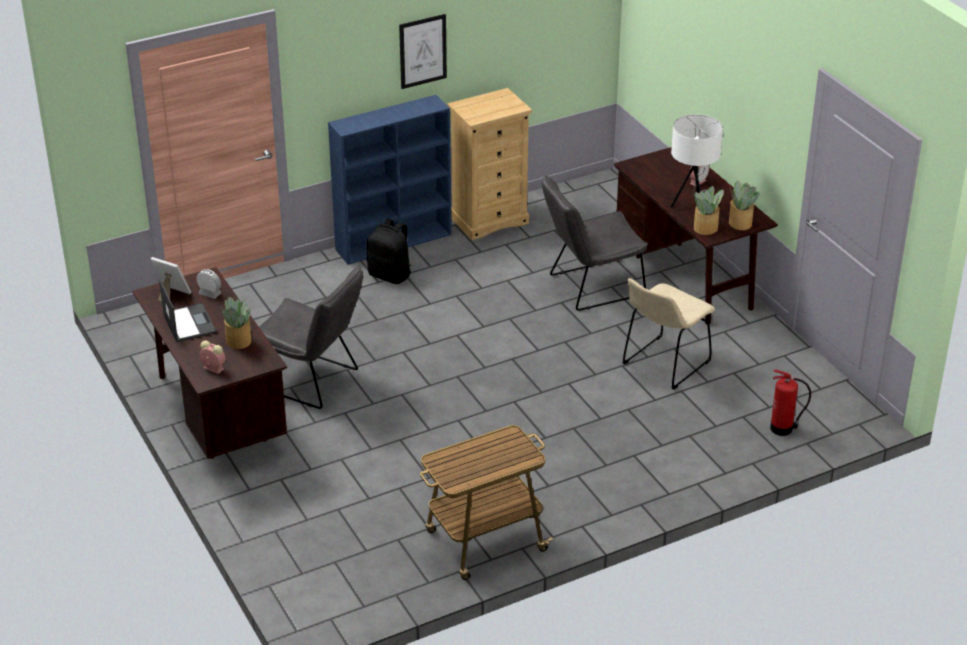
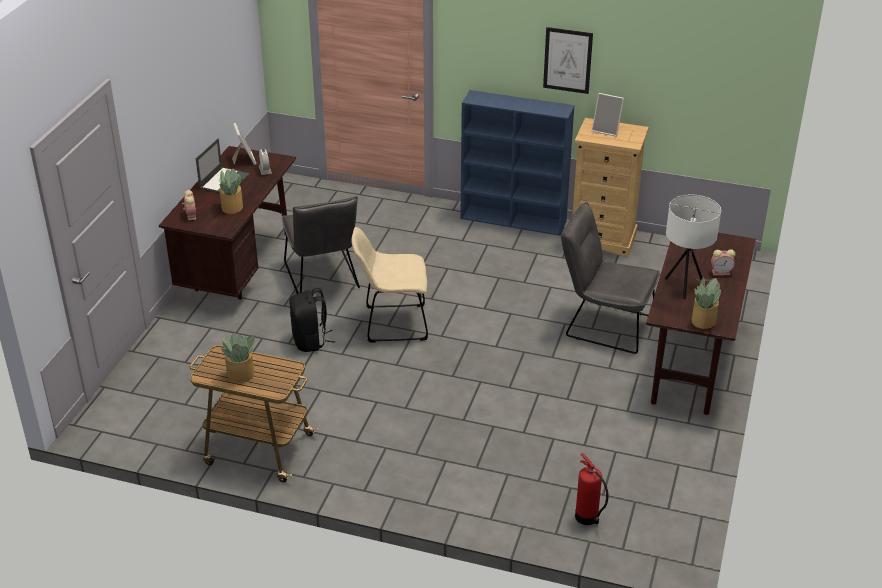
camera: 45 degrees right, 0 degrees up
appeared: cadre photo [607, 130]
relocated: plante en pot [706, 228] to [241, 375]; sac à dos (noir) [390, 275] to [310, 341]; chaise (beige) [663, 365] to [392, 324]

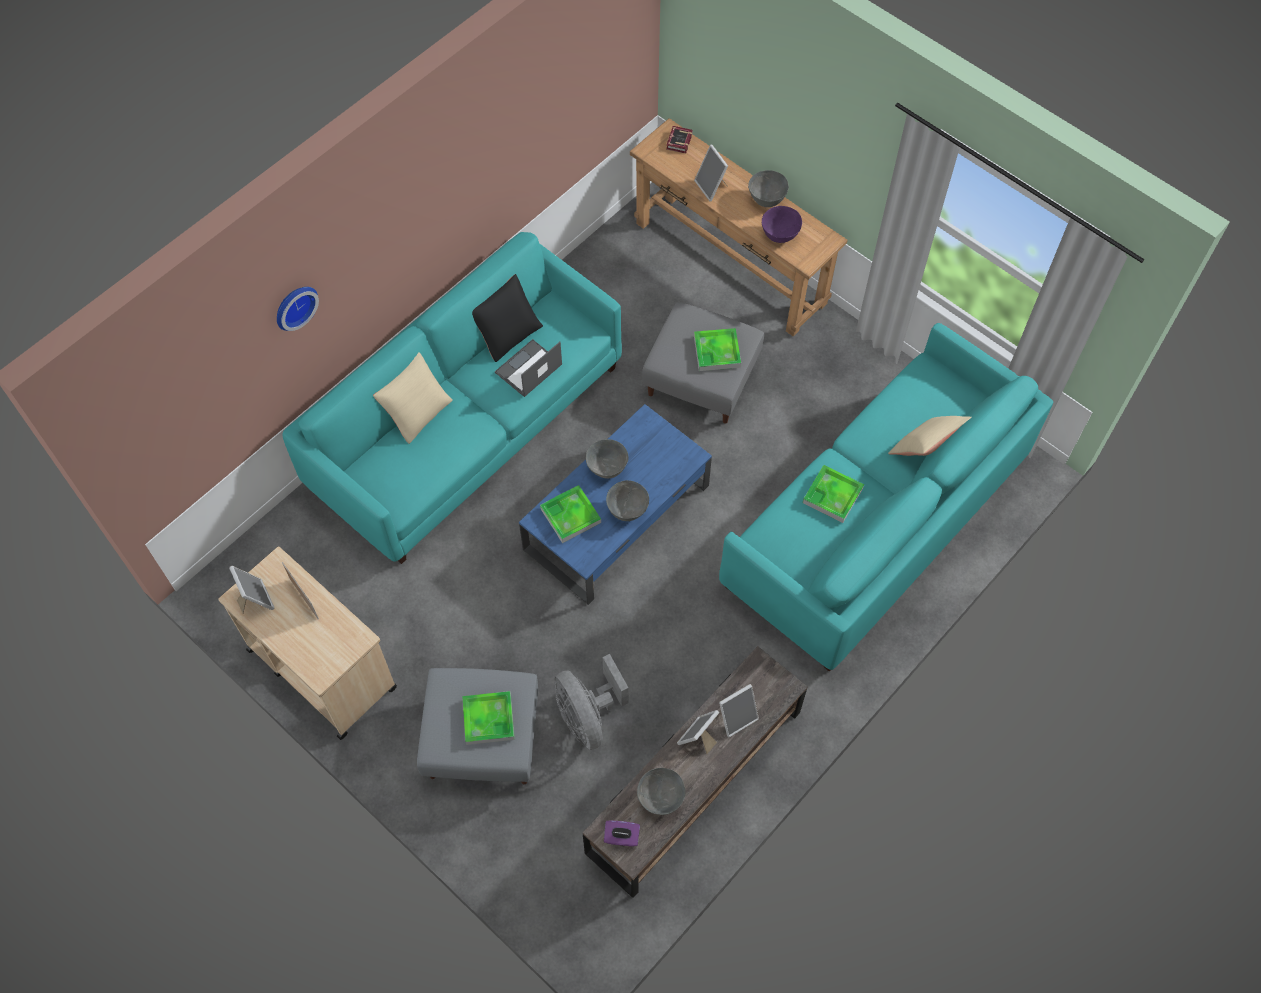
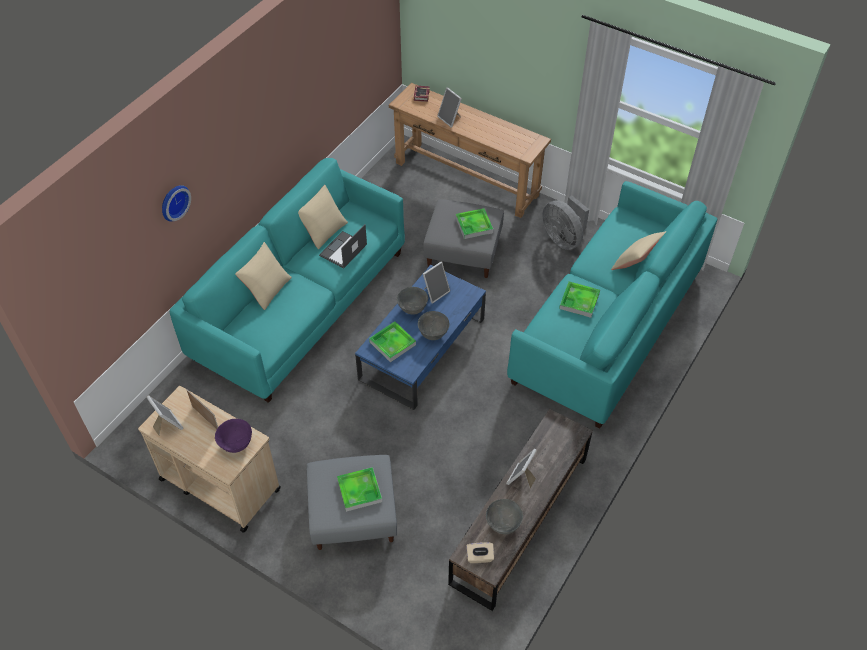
camera: 10 degrees left, 10 degrees down
missing: bol (gris) [766, 200]
relocated: bol (violet) [779, 235] to [236, 444]; ventilateur (gris) [588, 716] to [563, 239]; cadre photo [736, 717] to [435, 292]
colour: coussin (noir) [507, 333] to coussin (beige) [323, 230]; boîte à mouchoirs (violet) [621, 837] to boîte à mouchoirs (beige) [479, 557]

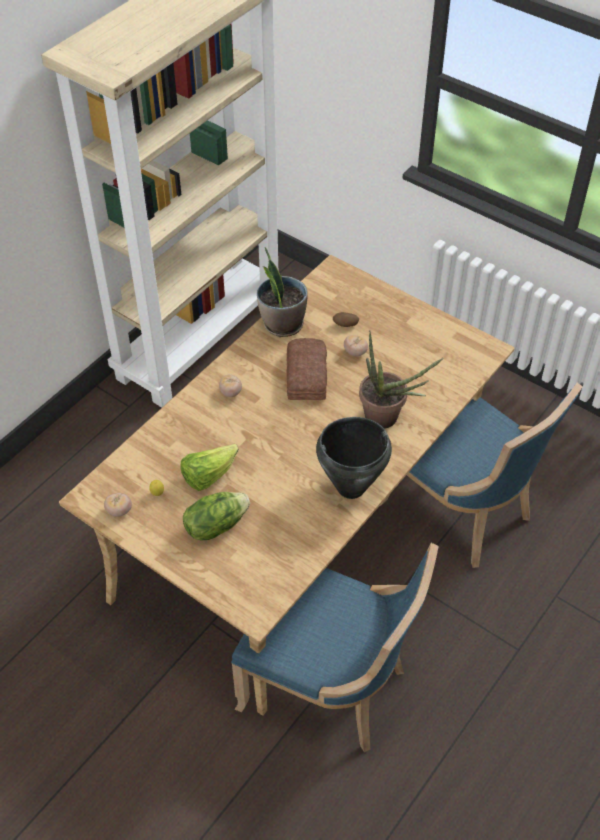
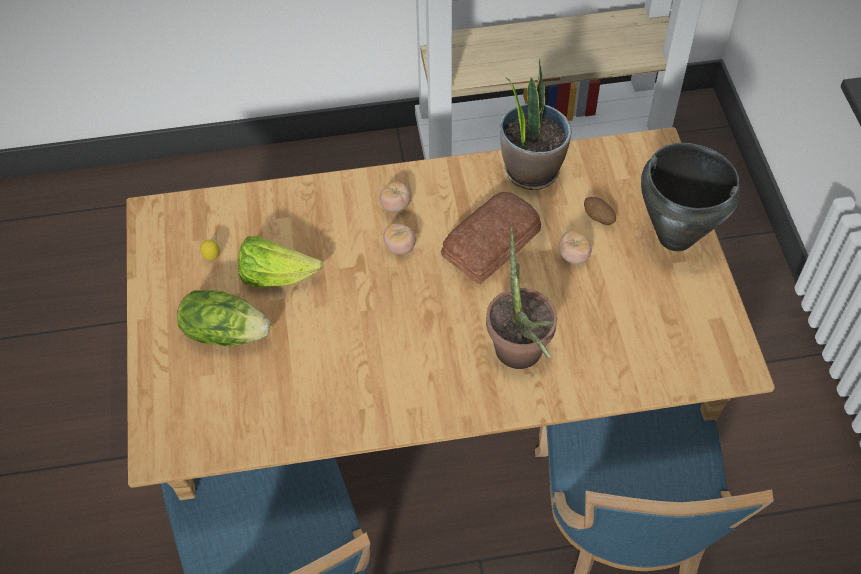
camera: 45 degrees right, 5 degrees up
relocated: marmite (noir) [350, 487] to [675, 236]; tomate [119, 511] to [400, 247]

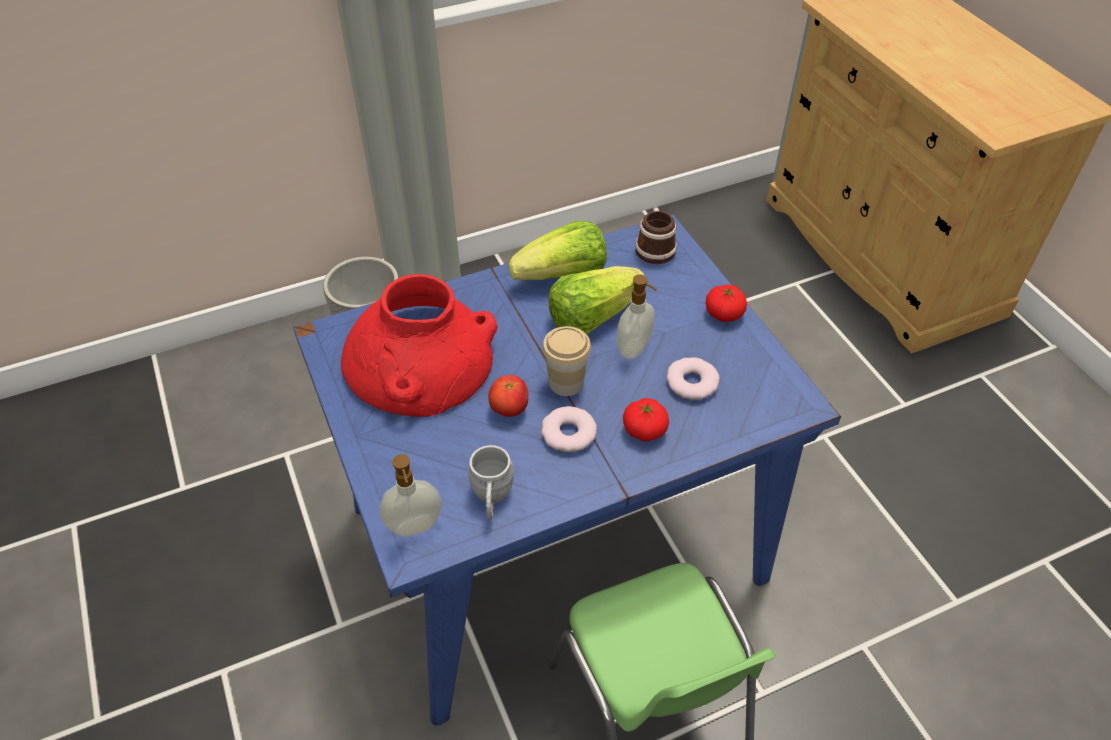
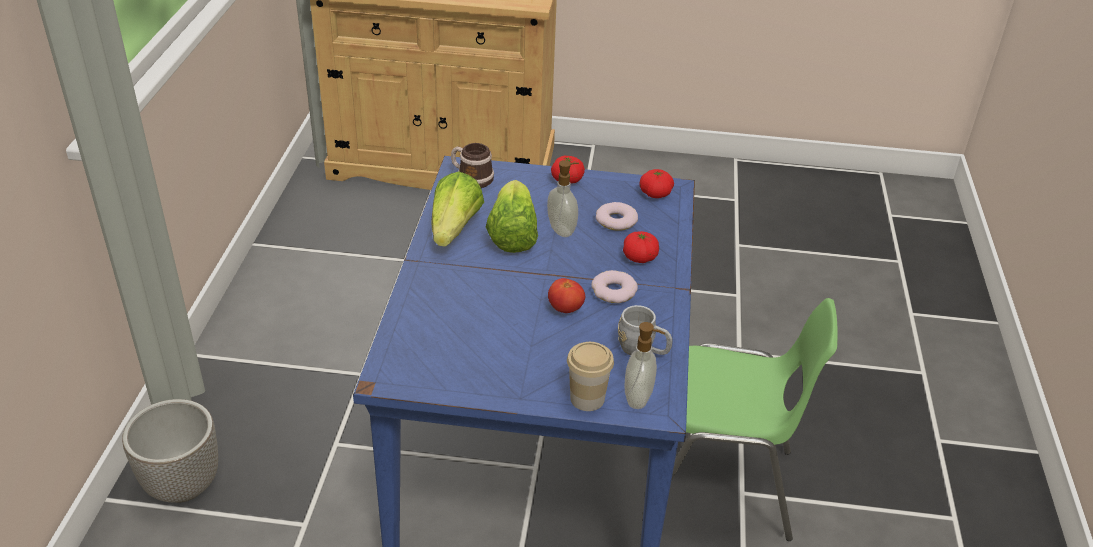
camera: 60 degrees left, 10 degrees down
missing: vase (rouge) [420, 359]
appeared: tomate [655, 194]
relocated: tasse [566, 382] to [587, 398]

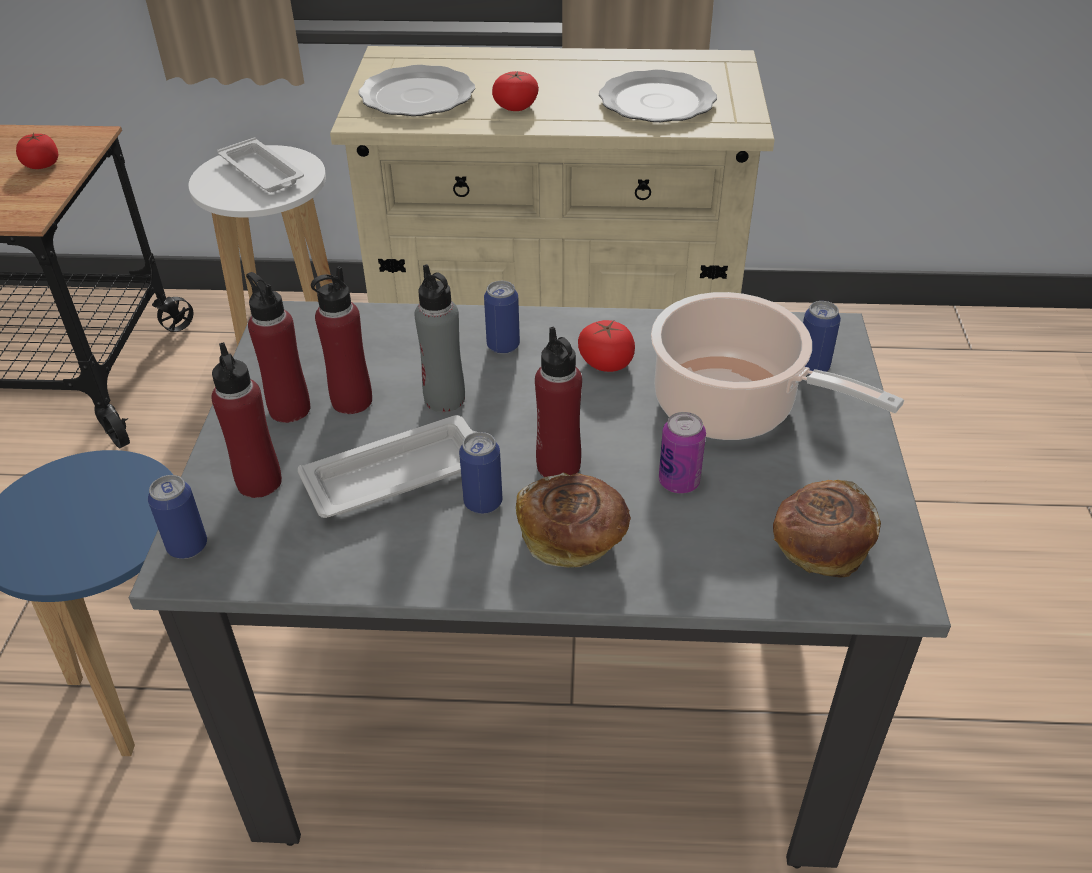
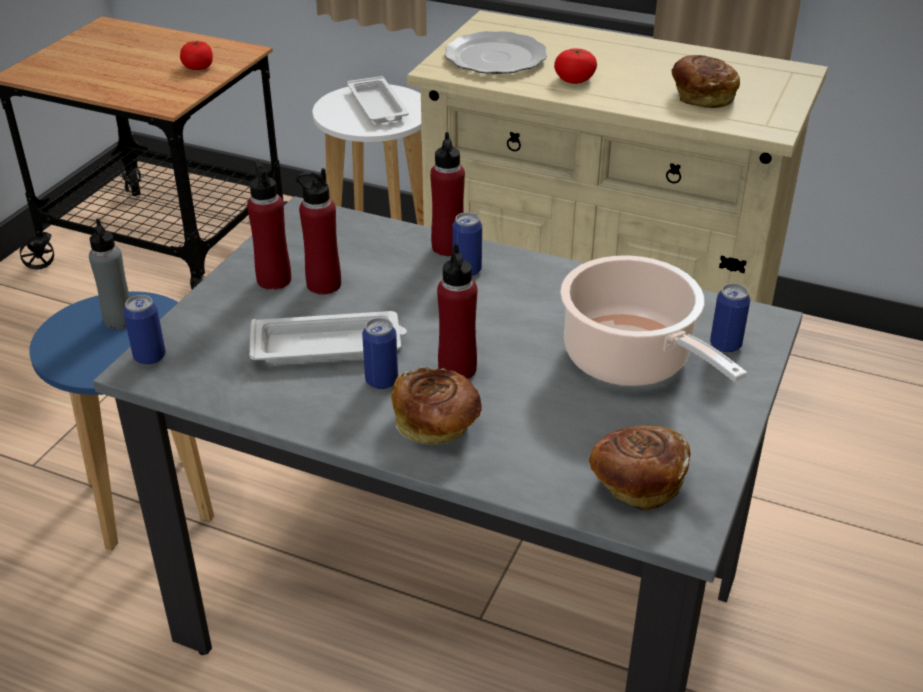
camera: 20 degrees right, 5 degrees down
missing: tomate [606, 362]; boîte métallique [679, 482]
relocated: bouteille (gris) [444, 399] to [119, 320]; bouteille (rouge) [259, 482] to [448, 247]
exchanged: assiette [655, 102] to pain [702, 96]

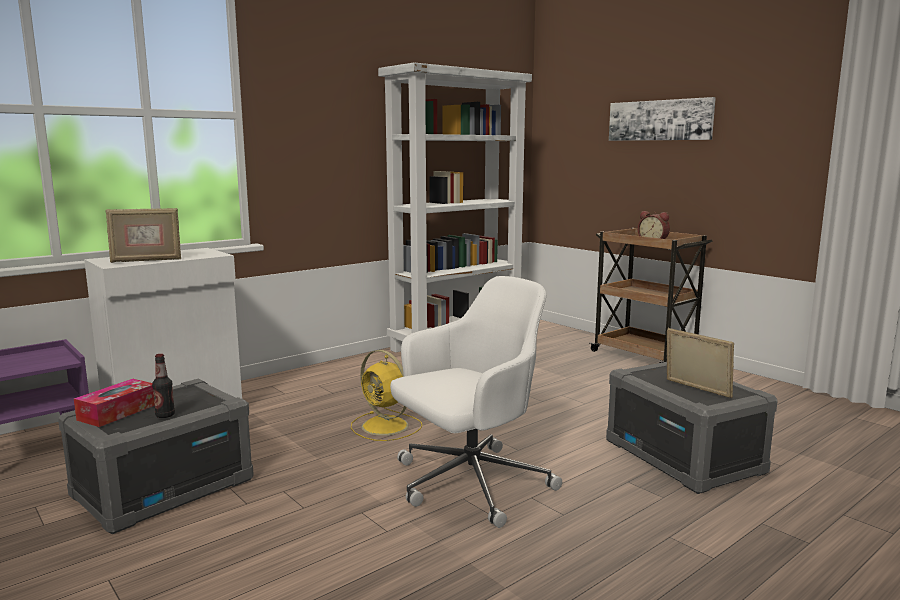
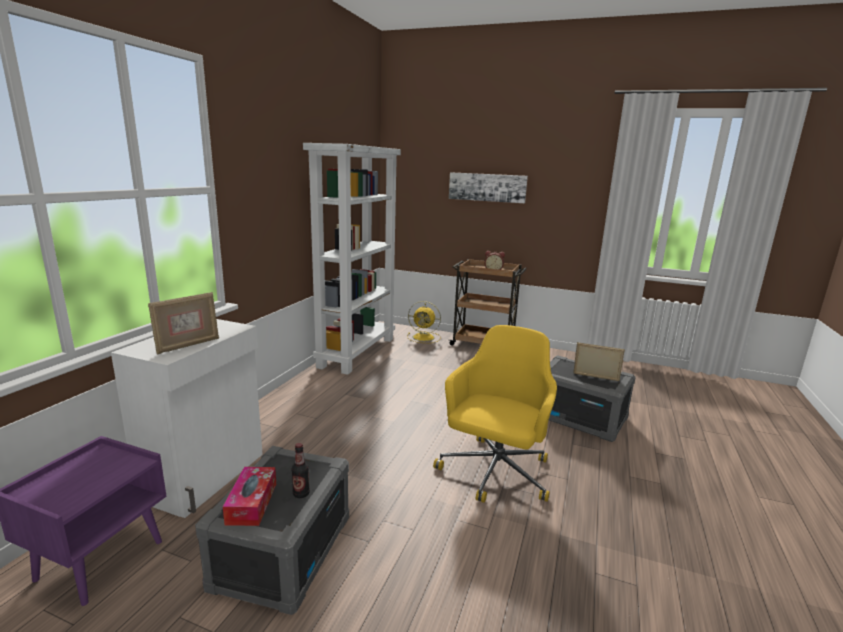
camera: 30 degrees left, 5 degrees up
relocated: ventilateur (jaune) [386, 427] to [424, 337]
colour: chaise de bureau (blanc) [469, 484] to chaise de bureau (jaune) [494, 473]

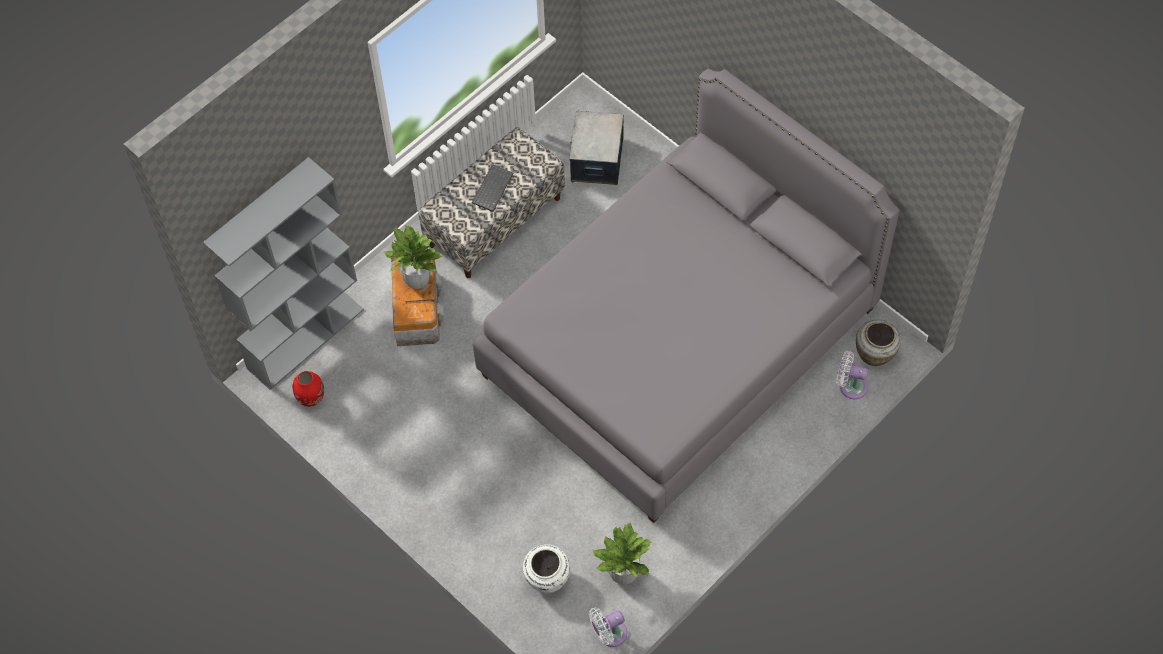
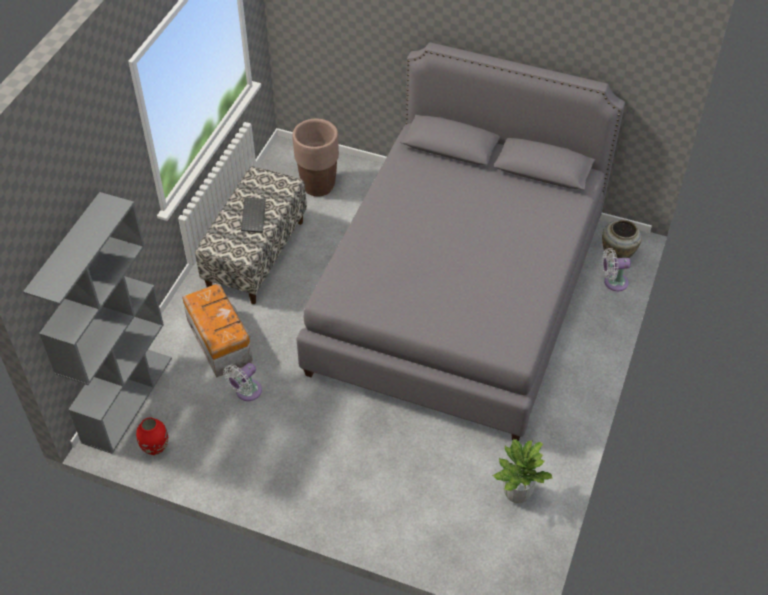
camera: 25 degrees left, 10 degrees down
missing: plante en pot [417, 280]; vase (blanc) [546, 580]
relocated: ventilateur (blanc) [609, 634] to [246, 392]
exchanged: boîte de rangement [596, 159] to cache-pot (marron) [318, 186]

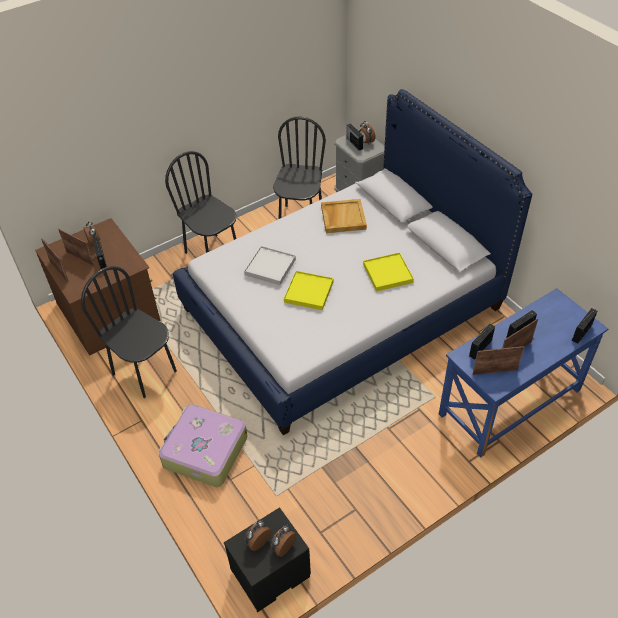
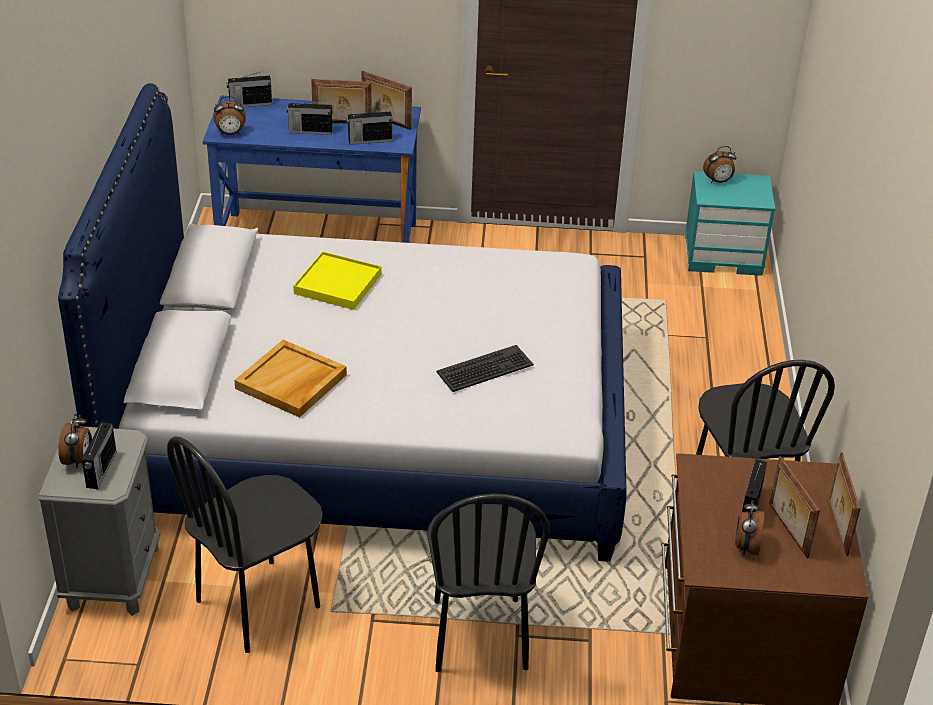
camera: 145 degrees left, 10 degrees down
missing: plateau (jaune) [308, 292]; valise [204, 451]
relocated: réveil [257, 541] to [230, 134]
exchanged: plateau (blanc) [270, 267] to clavier [485, 369]
colour: table de chevet (noir) [270, 575] to table de chevet (turquoise) [724, 255]

